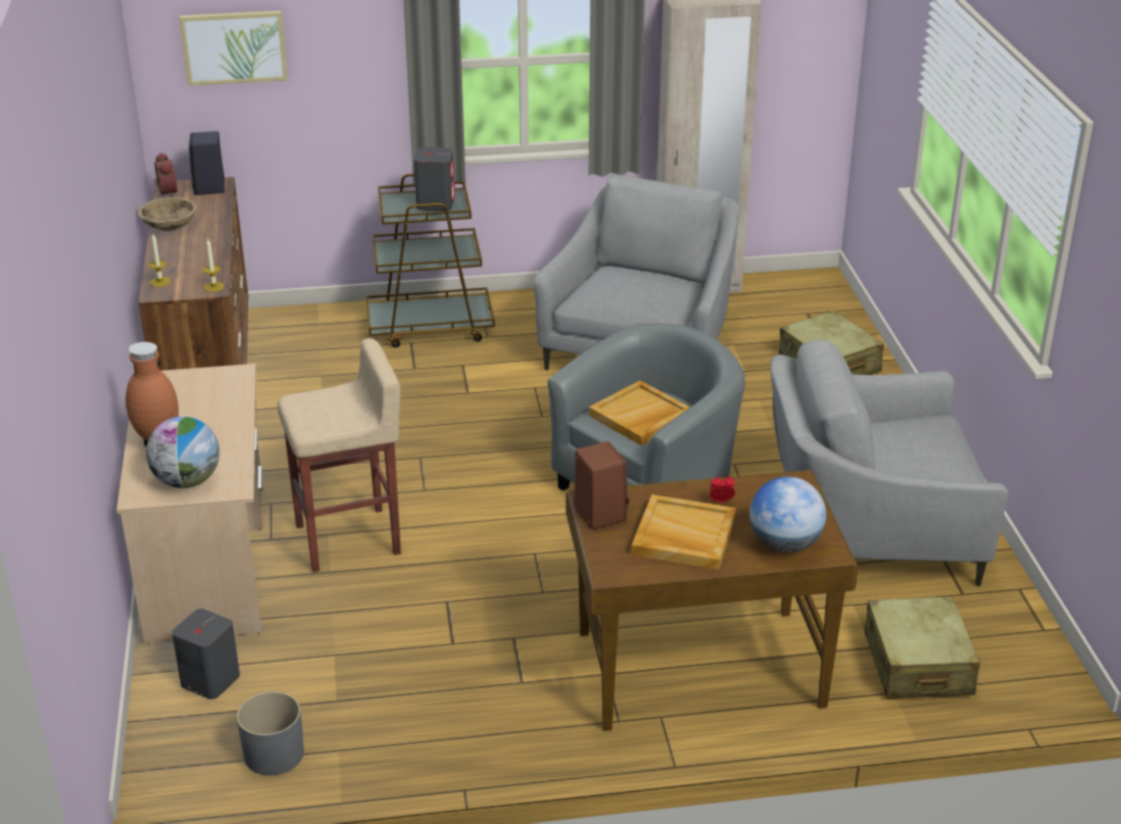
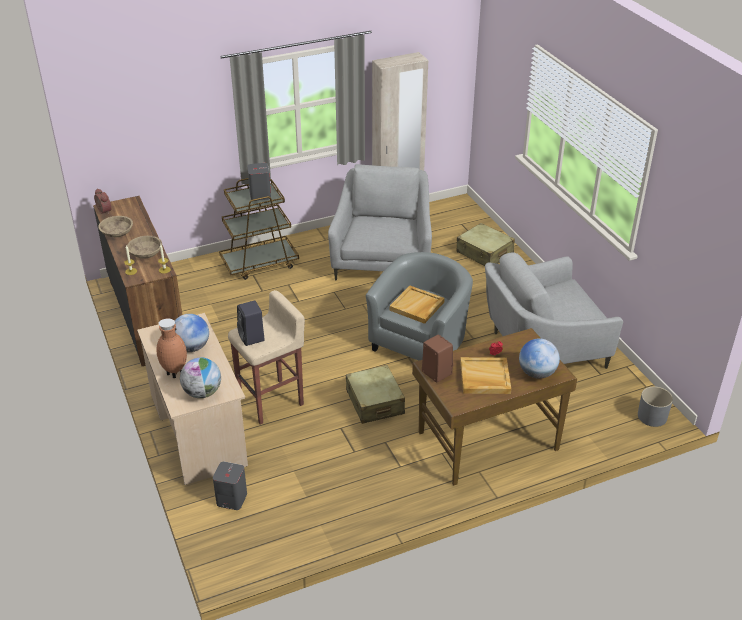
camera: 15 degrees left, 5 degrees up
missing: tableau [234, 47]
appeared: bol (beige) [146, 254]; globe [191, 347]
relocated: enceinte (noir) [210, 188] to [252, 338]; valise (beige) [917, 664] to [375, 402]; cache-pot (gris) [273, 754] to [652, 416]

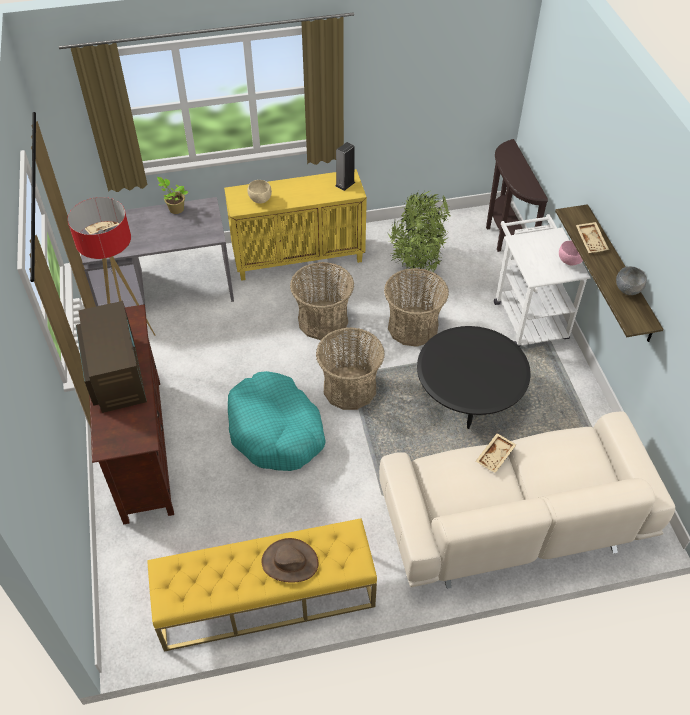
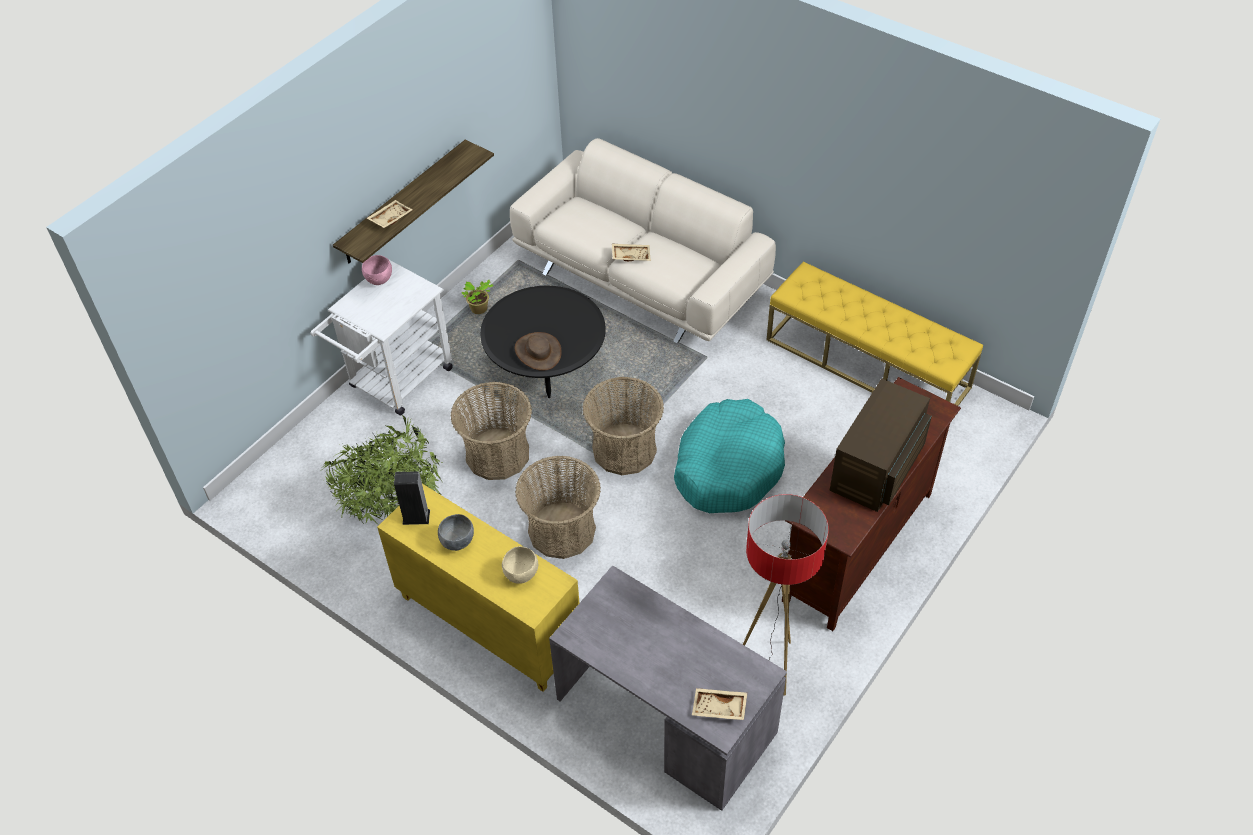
camera: 130 degrees left, 0 degrees up
missing: table console (marron) [504, 238]
relocated: plante en pot [175, 209] to [479, 310]; bol (gris) [628, 289] to [457, 542]; chapeau (marron) [289, 562] to [538, 352]

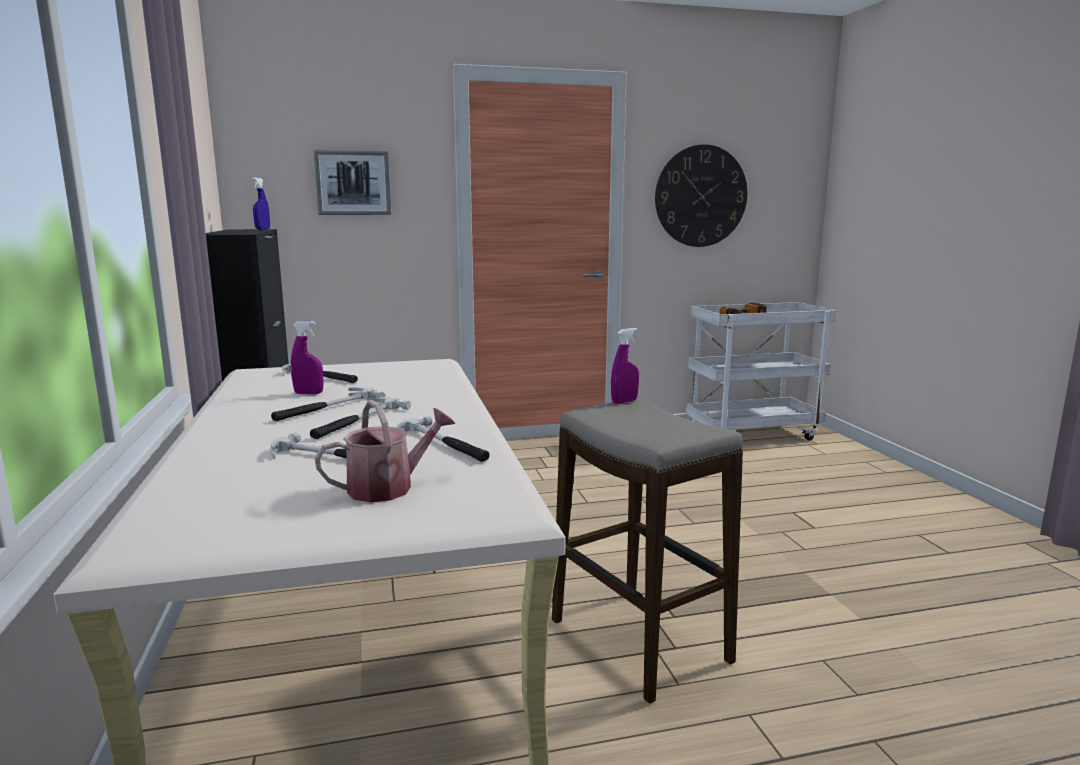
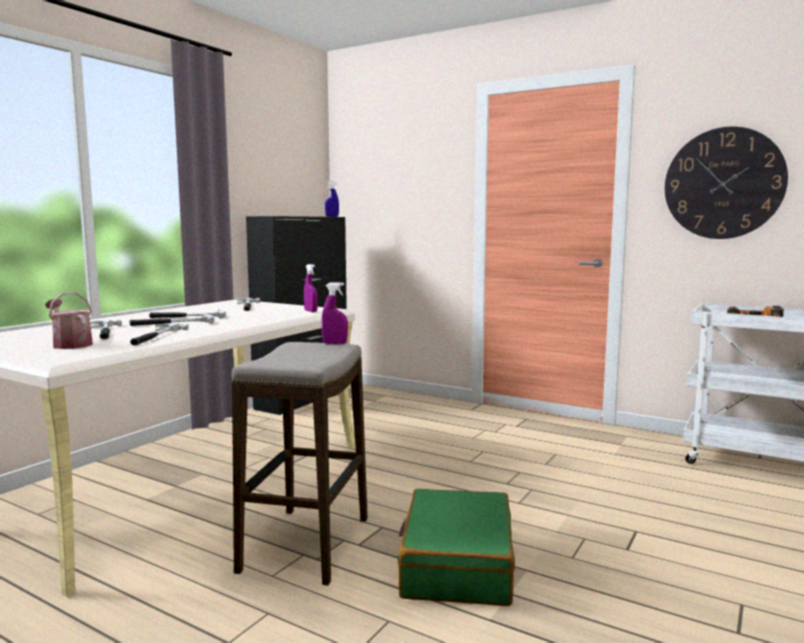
camera: 45 degrees right, 5 degrees down
missing: tableau [353, 183]
appeared: valise (vert) [456, 564]
relocated: vaporisateur (violet) [308, 393] to [310, 311]
spun: arrosoir [389, 487] = [70, 344] 150 degrees counterclockwise

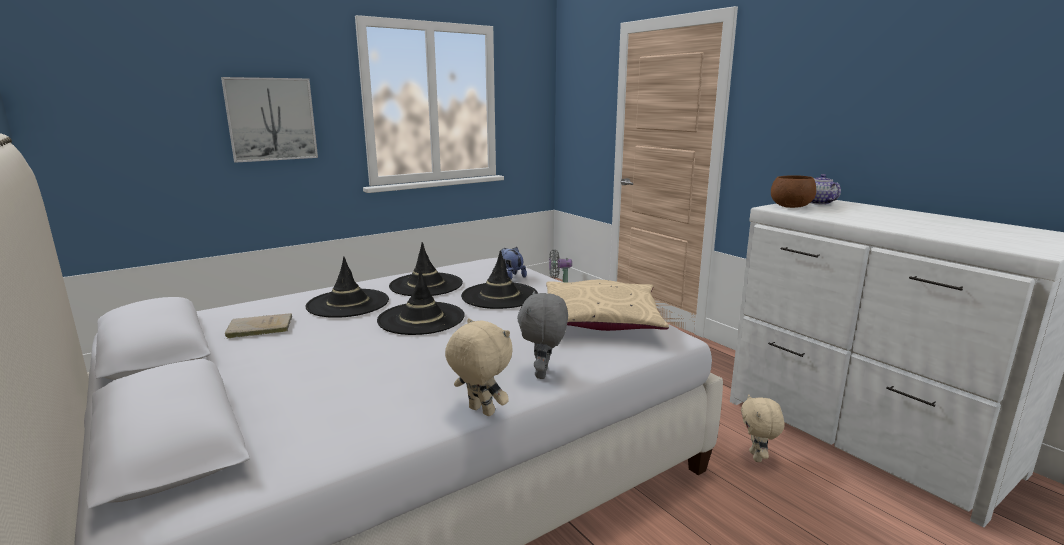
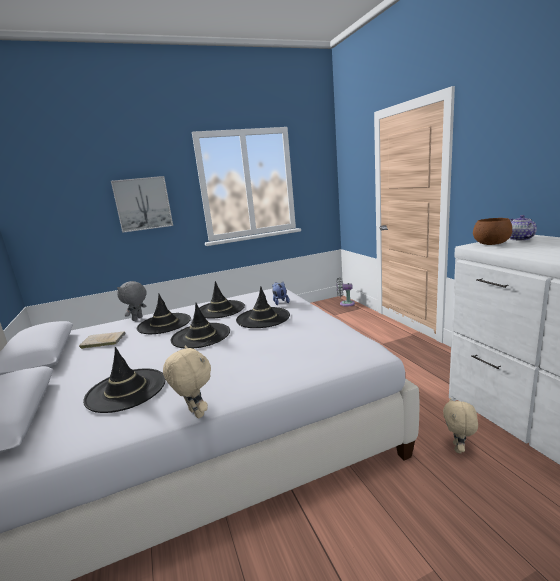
camera: 15 degrees right, 0 degrees up
missing: coussin (beige) [600, 320]
appeared: chapeau (noir) [126, 390]
relocated: peluche (gris) [543, 374] to [138, 319]

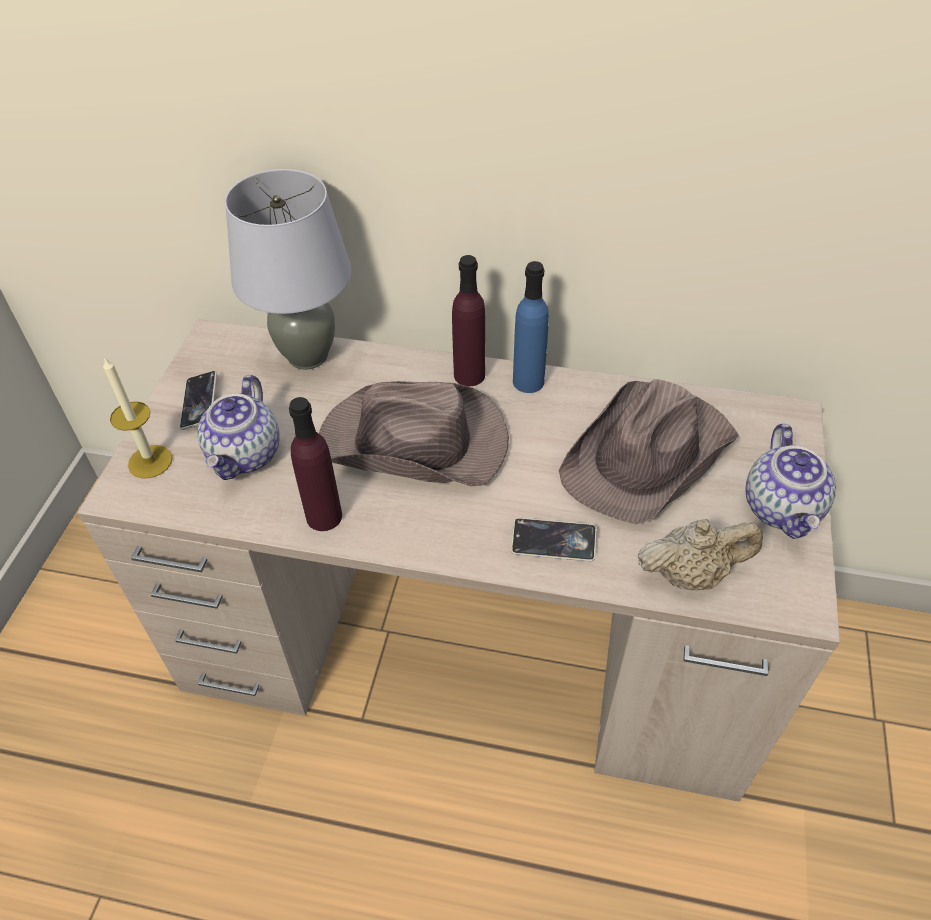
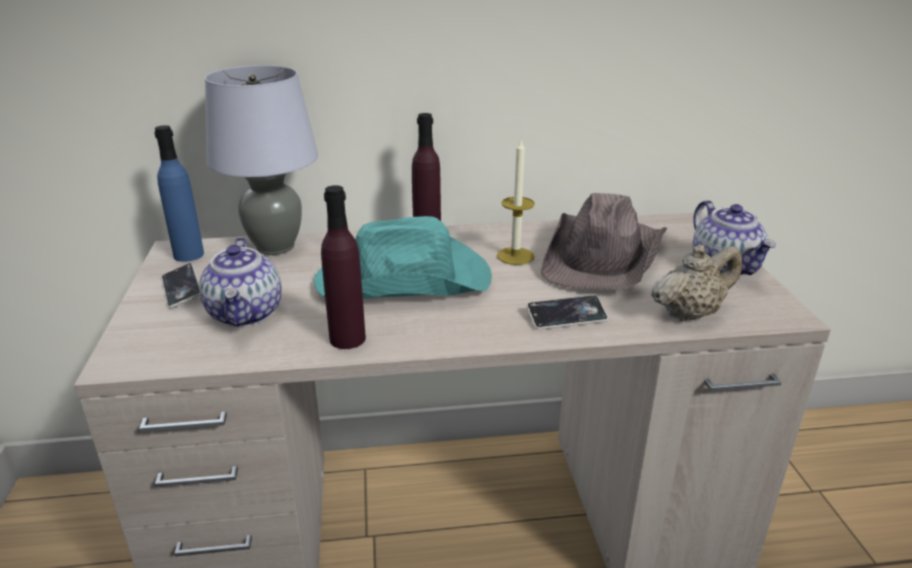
camera: 20 degrees left, 20 degrees down
relocated: bouteille (bleu) [528, 381] to [189, 255]; bougie [150, 461] to [515, 256]
colour: chapeau (marron) [415, 443] to chapeau (turquoise) [405, 280]

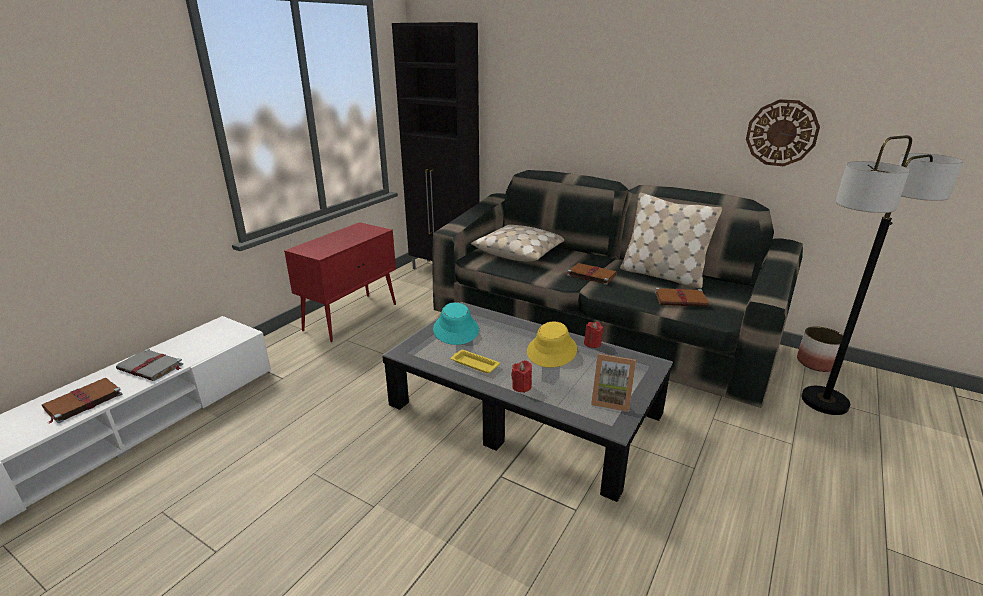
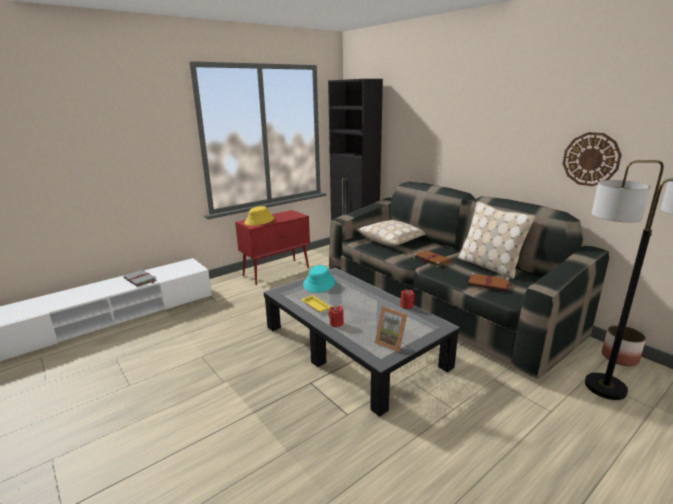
camera: 20 degrees right, 5 degrees down
missing: livre (marron) [82, 402]
relocated: chapeau (jaune) [552, 351] to [259, 221]

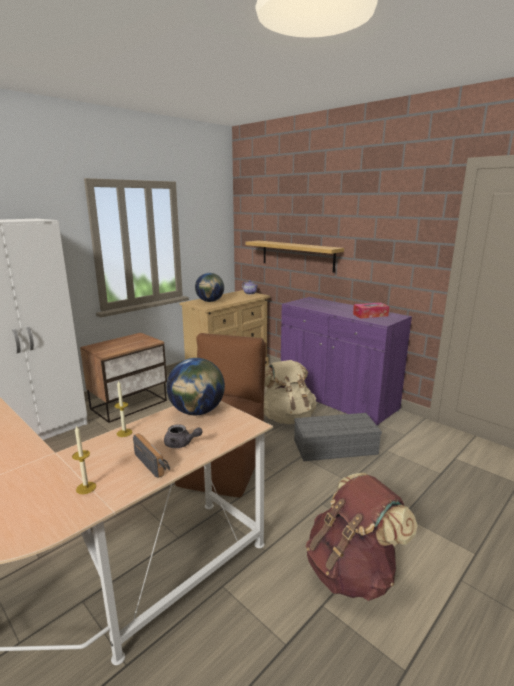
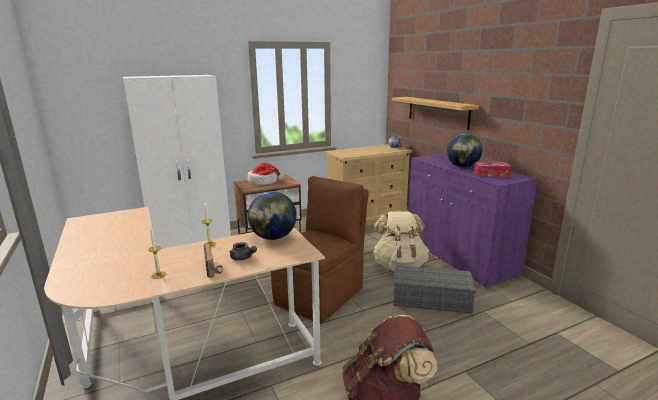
camera: 20 degrees right, 0 degrees up
appeared: chapeau [263, 182]
relocated: globe [210, 301] to [462, 167]

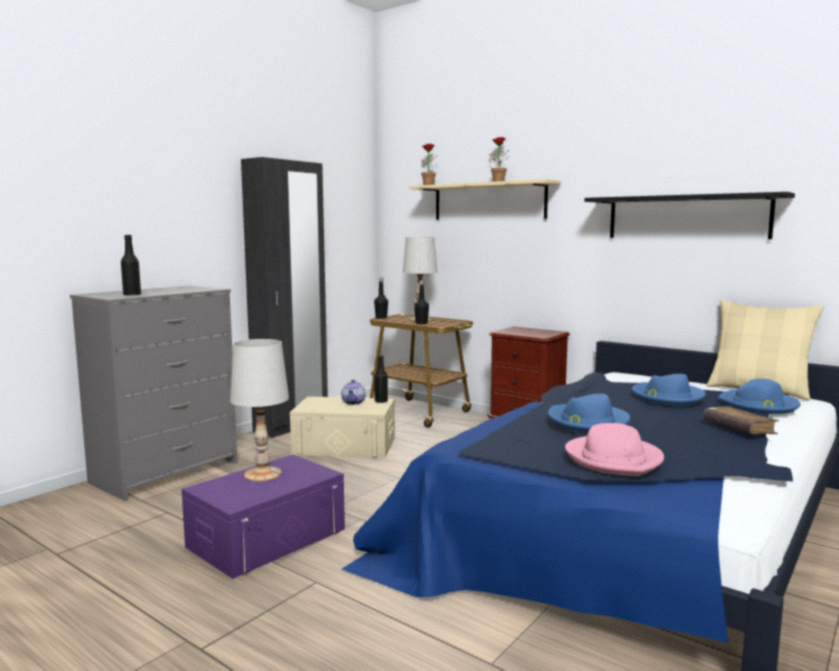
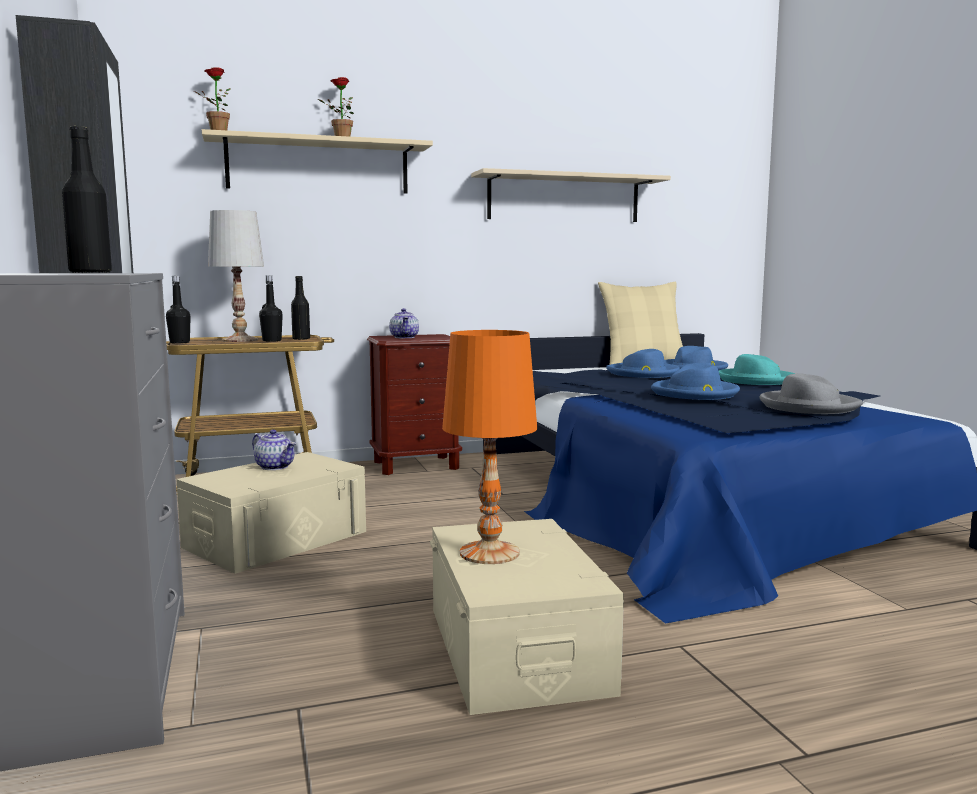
camera: 55 degrees left, 0 degrees up
appeared: théière [404, 337]
relocated: bouteille (noir) [381, 401] to [301, 339]
exchanged: livre (marron) [738, 429] to chapeau (turquoise) [755, 380]
colour: étagère (noir) [686, 217] to étagère (beige) [564, 198]; lampe de table (blanc) [263, 474] to lampe de table (orange) [489, 552]; chapeau (rose) [614, 459] to chapeau (gris) [807, 406]; boîte de rangement (violet) [267, 538] to boîte de rangement (beige) [516, 648]

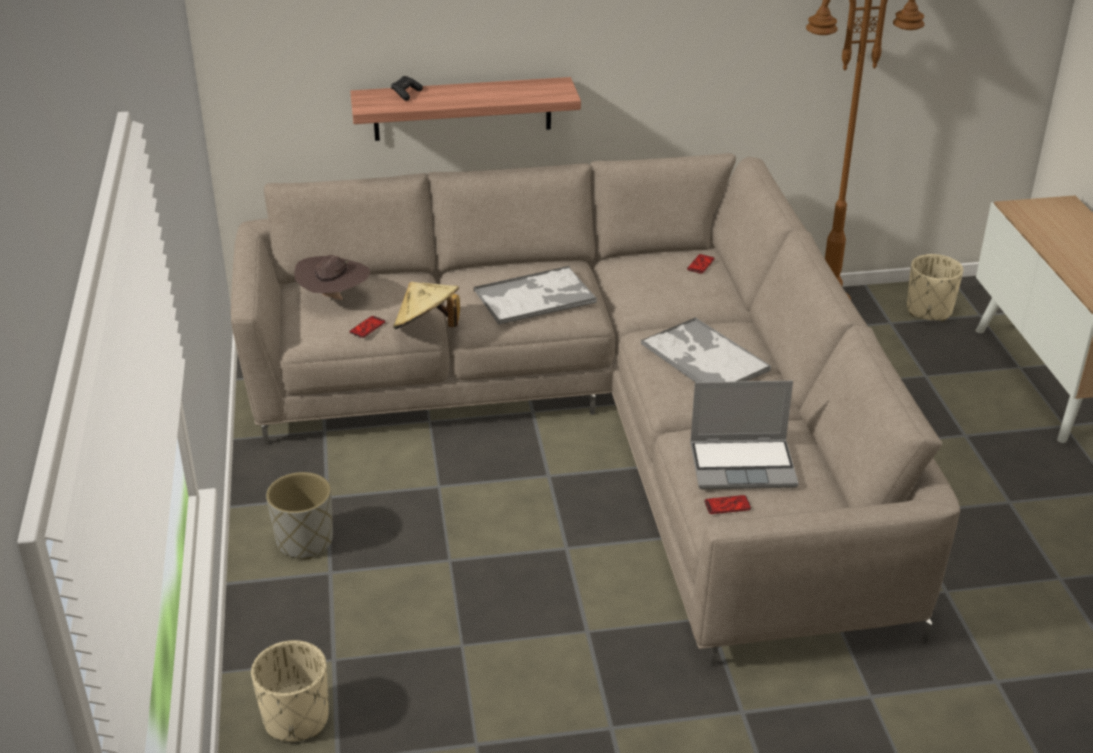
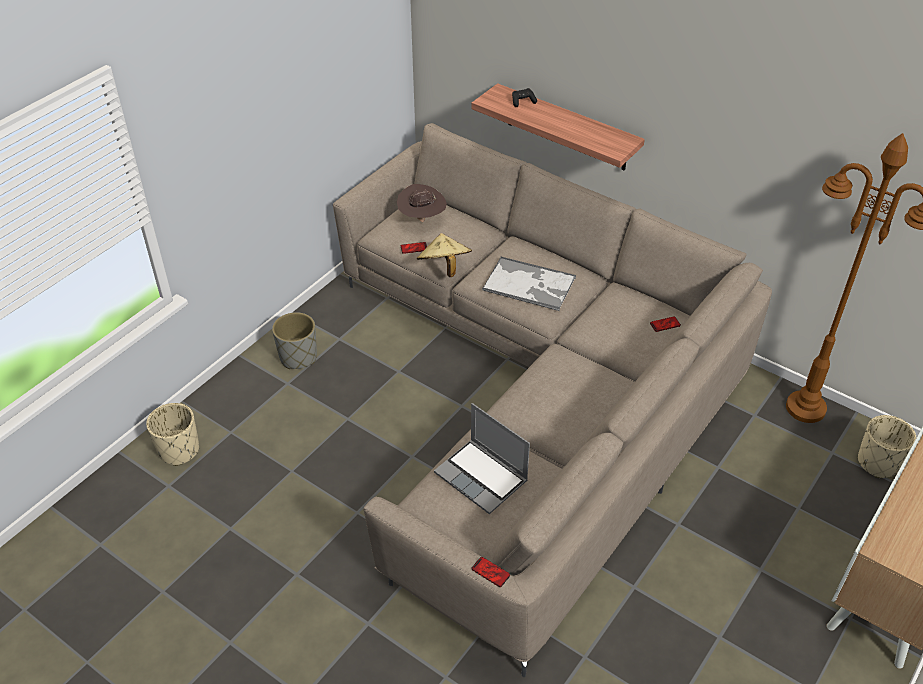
camera: 45 degrees right, 10 degrees up
missing: plateau [703, 357]
relocated: téléphone [727, 505] to [490, 572]

